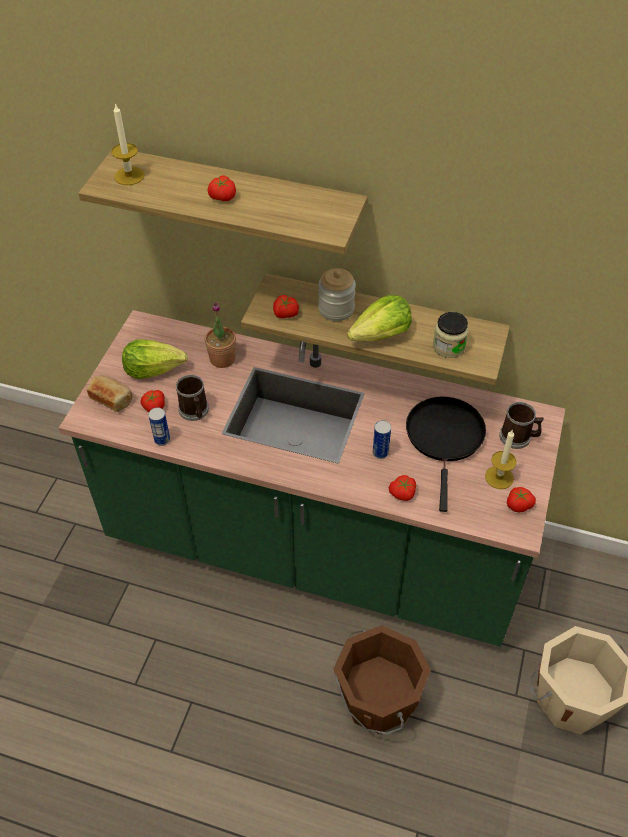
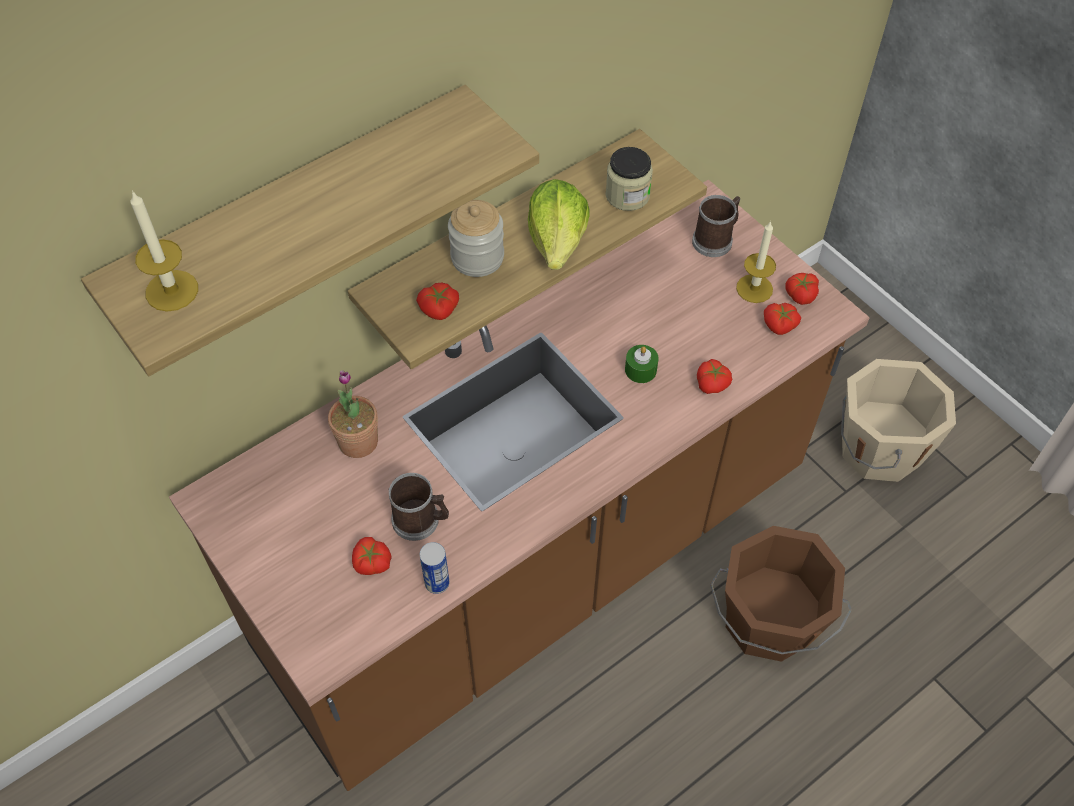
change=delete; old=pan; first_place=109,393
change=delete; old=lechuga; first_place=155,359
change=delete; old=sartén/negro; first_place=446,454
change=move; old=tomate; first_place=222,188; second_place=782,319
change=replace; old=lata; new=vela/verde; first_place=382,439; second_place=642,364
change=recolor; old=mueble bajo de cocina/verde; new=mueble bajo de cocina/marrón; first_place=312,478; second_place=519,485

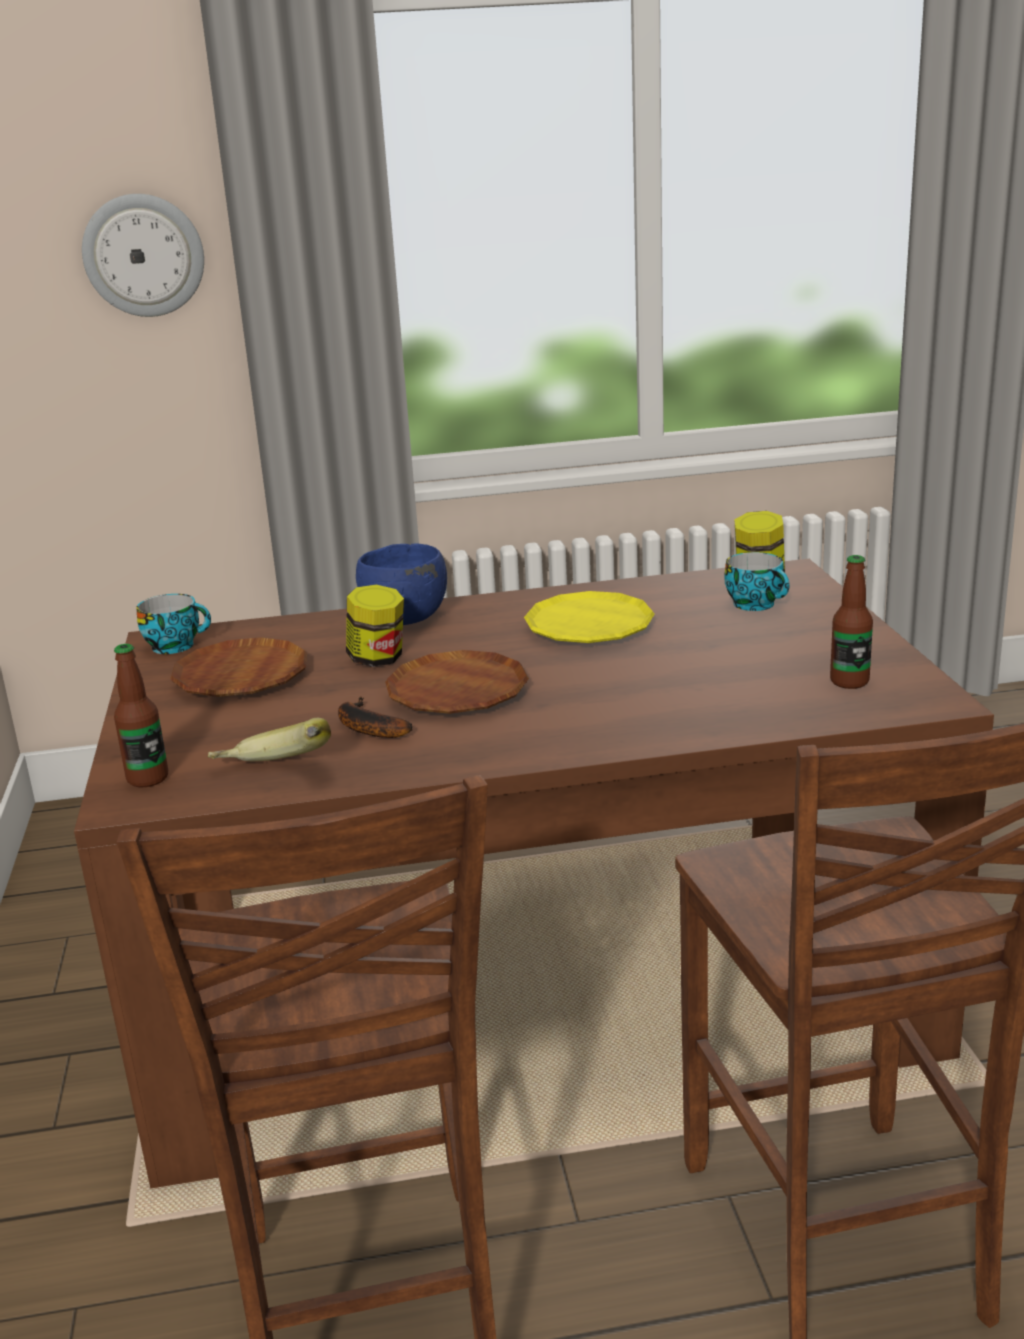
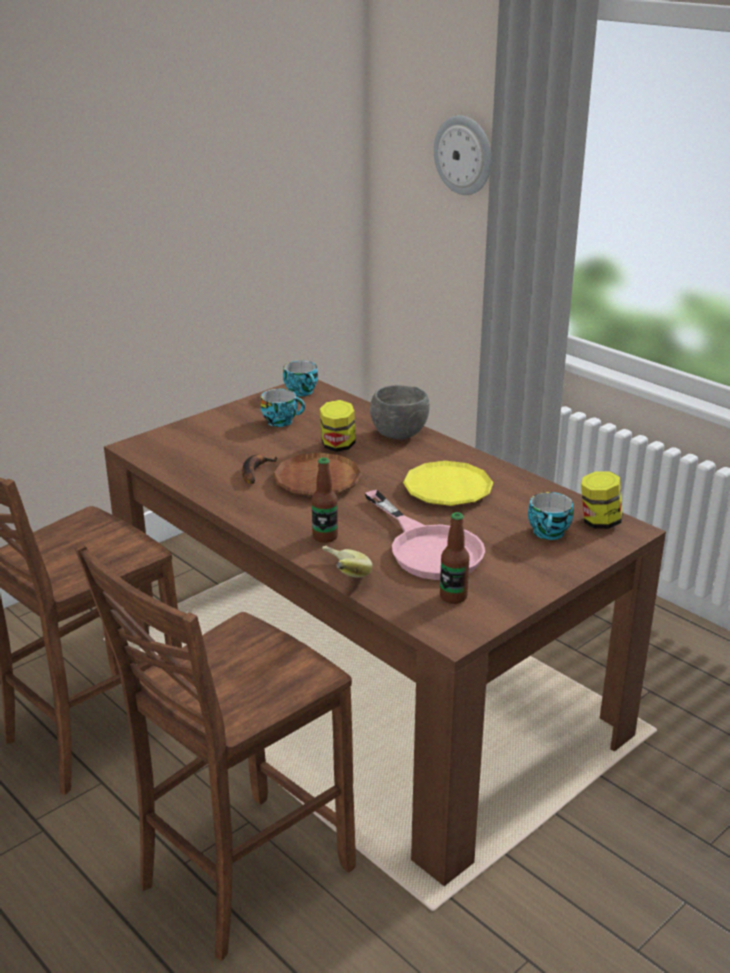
change=insert; new=sartén/rosa; second_place=425,535
change=move; old=botella; first_place=141,715; second_place=325,500
change=move; old=plátano; first_place=269,739; second_place=347,561
change=replace; old=plato/marrón; new=taza; first_place=238,667; second_place=282,408
change=recolor; old=cuenco/azul; new=cuenco/gris; first_place=401,584; second_place=399,412

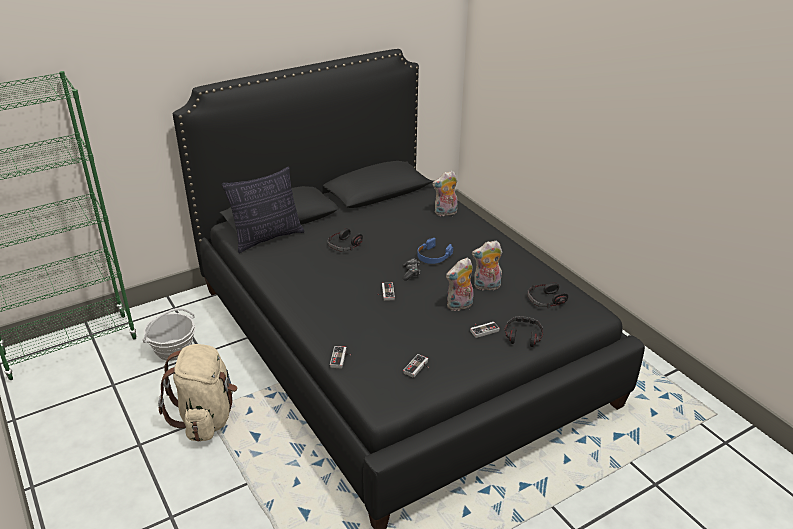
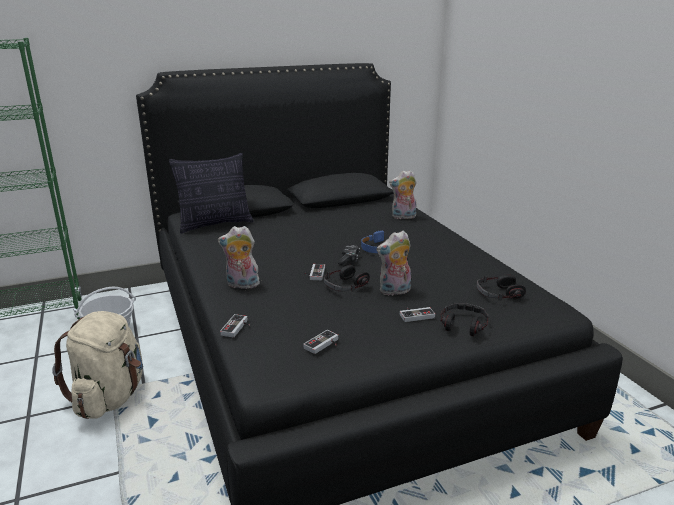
change=move; old=auriculares; first_place=345,240; second_place=346,278
change=move; old=peluche; first_place=487,266; second_place=239,257

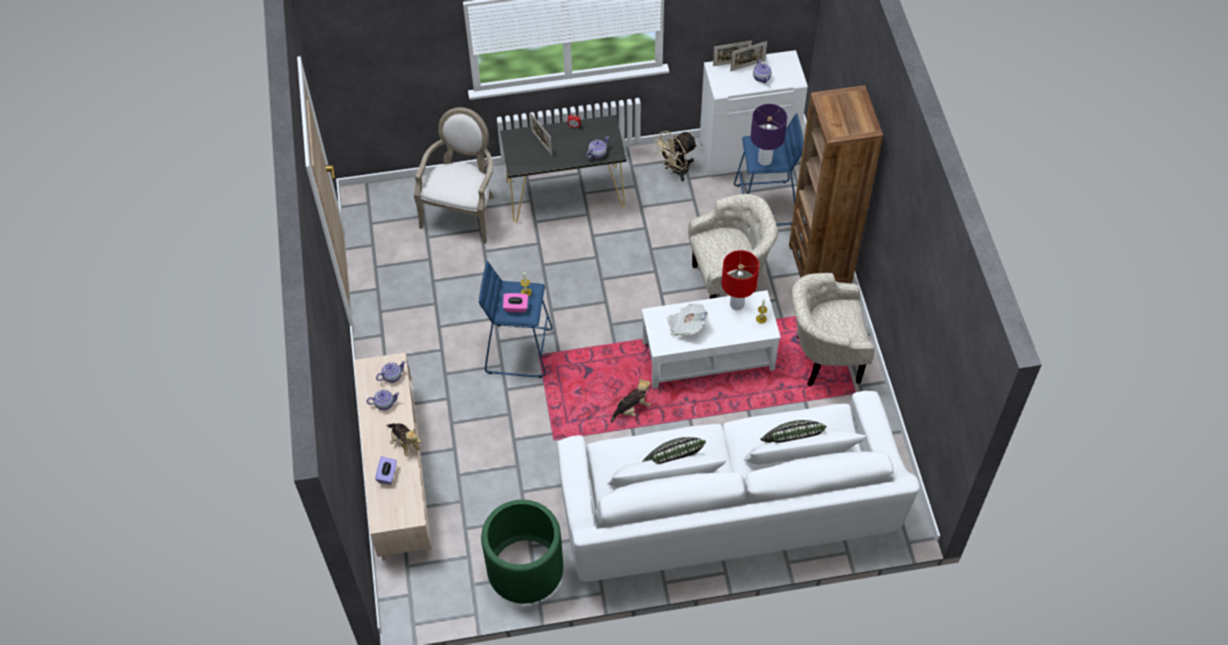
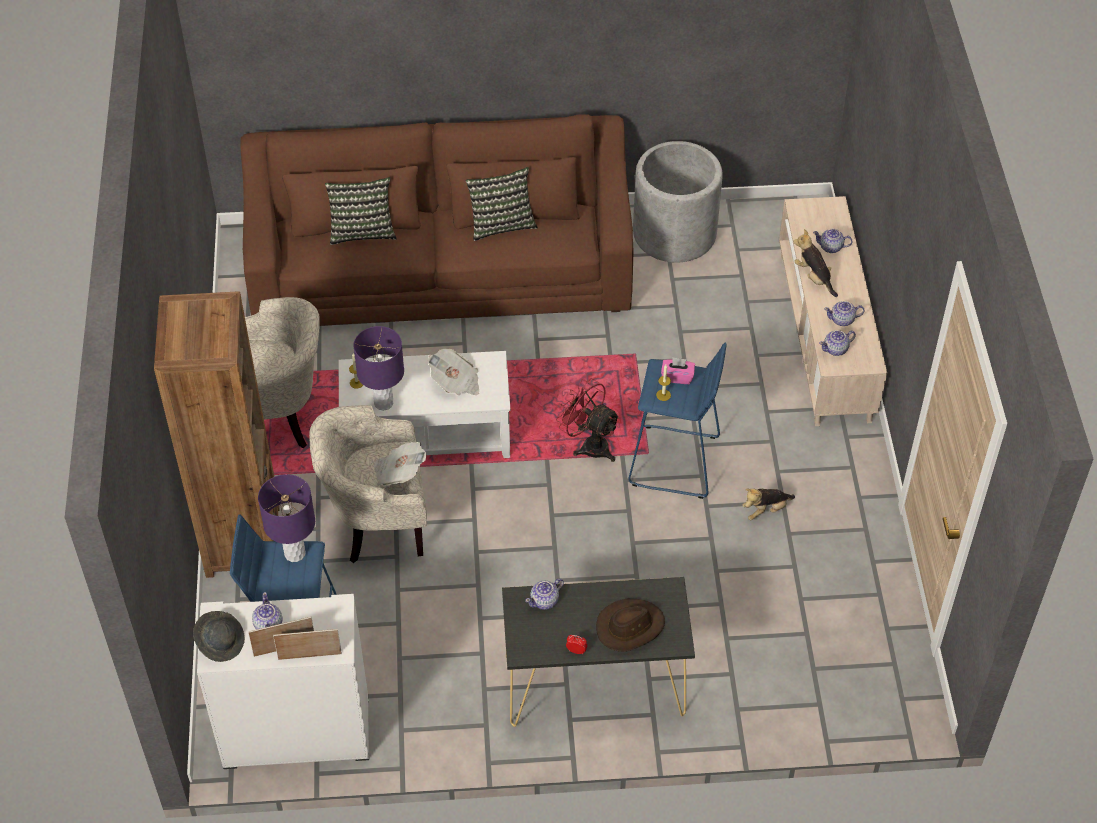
change=delete; old=sillón; first_place=454,175
change=delete; old=ventilador/beis; first_place=675,156
change=insert; new=sombrero/gris; second_place=219,636
change=insert; new=periódico; second_place=400,464
change=insert; new=ventilador/rojo; second_place=588,420
change=move; old=peluche; first_place=631,400; second_place=768,504
change=replace; old=caja de pañuelos/morado; new=tetera; first_place=386,470; second_place=833,241
change=replace; old=portarretratos; new=sombrero/marrón; first_place=541,134; second_place=630,625
change=recolor; old=maceta/verde; new=maceta/gris; first_place=522,552; second_place=678,202
change=recolor; old=sofá/blanco; new=sofá/marrón; first_place=738,486; second_place=437,220
change=recolor; old=lámpara de mesa/rojo; new=lámpara de mesa/morado; first_place=740,280; second_place=378,368

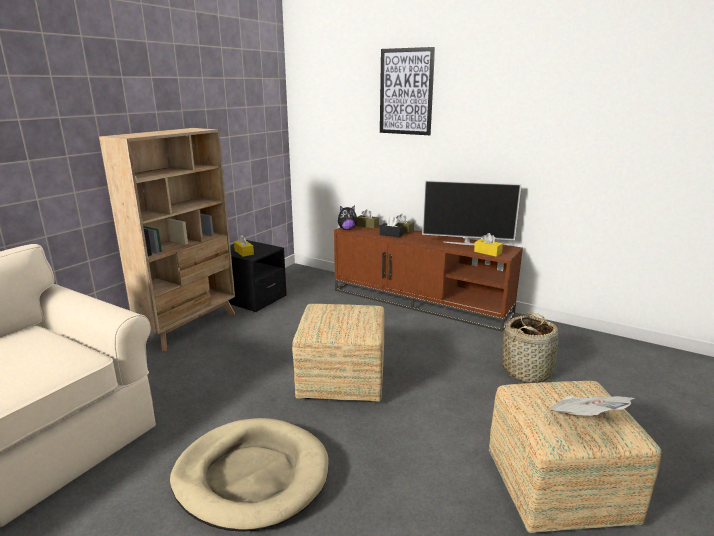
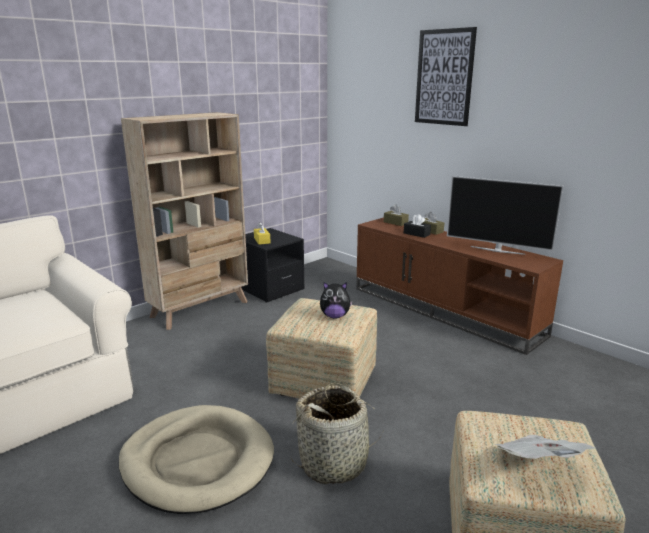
change=delete; old=caja de pañuelos/amarillo; first_place=488,245
change=move; old=peluche; first_place=347,217; second_place=336,300
change=move; old=cesta; first_place=530,347; second_place=337,433

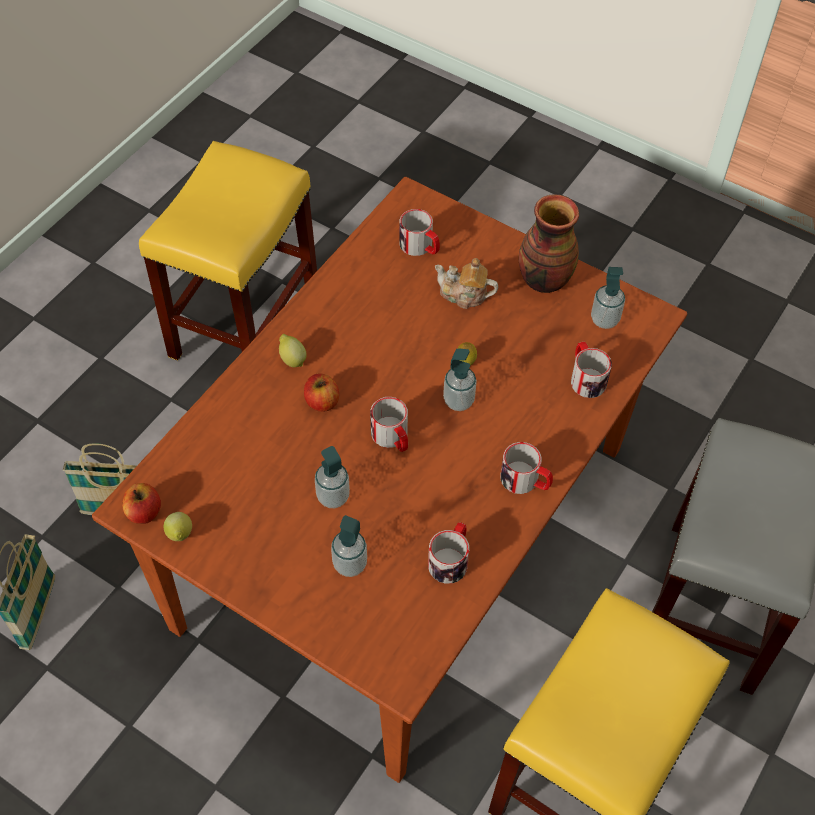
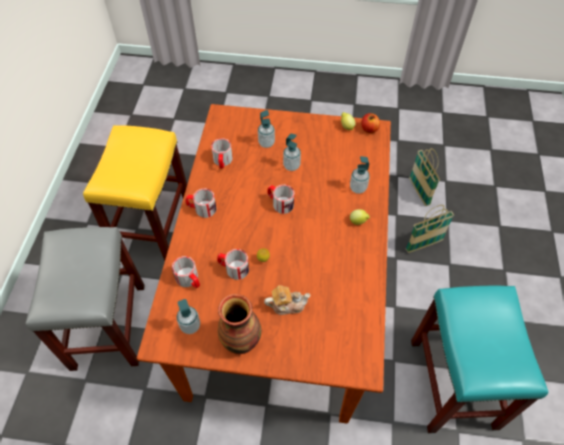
change=delete; old=manzana; first_place=321,393
change=move; old=taza grande; first_place=419,232; second_place=233,264
change=move; old=dispensador de jabón; first_place=460,380; second_place=360,175
change=recolor; old=taburete/amarillo; new=taburete/turquesa; first_place=228,251; second_place=480,359

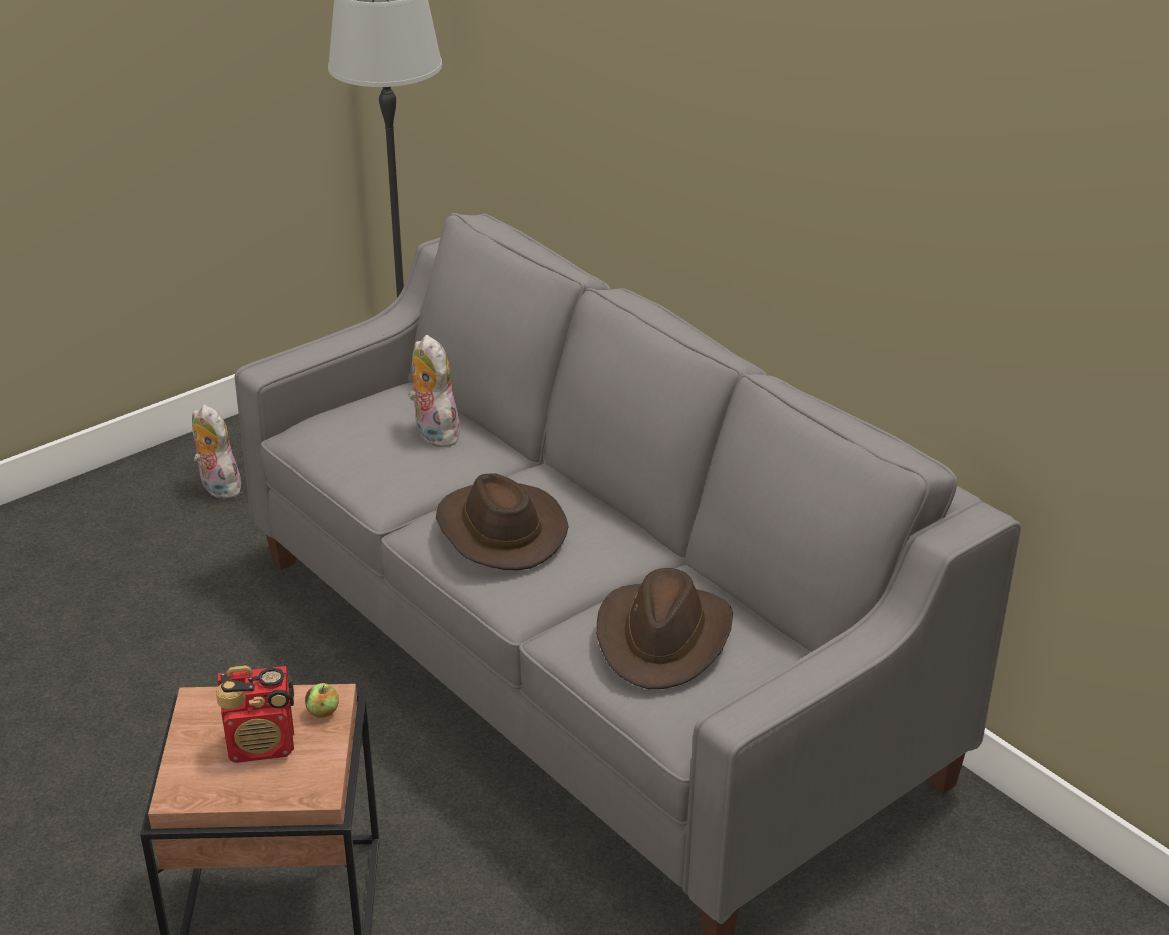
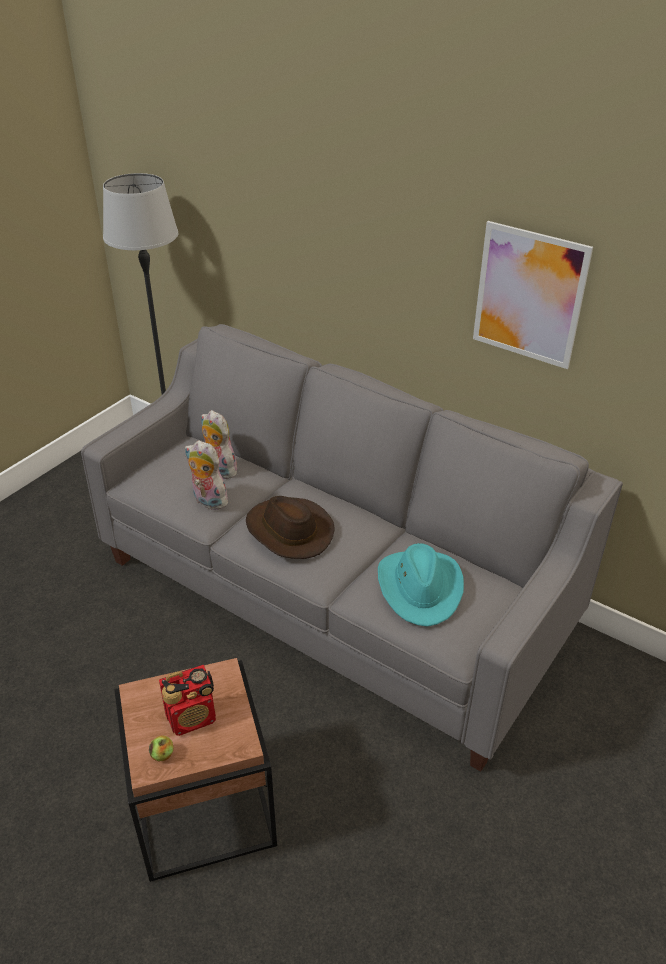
change=insert; new=cuadro; second_place=533,295
change=move; old=peluche; first_place=218,452; second_place=206,475
change=move; old=manzana; first_place=322,700; second_place=161,748
change=recolor; old=sombrero/marrón; new=sombrero/turquesa; first_place=664,628; second_place=421,585

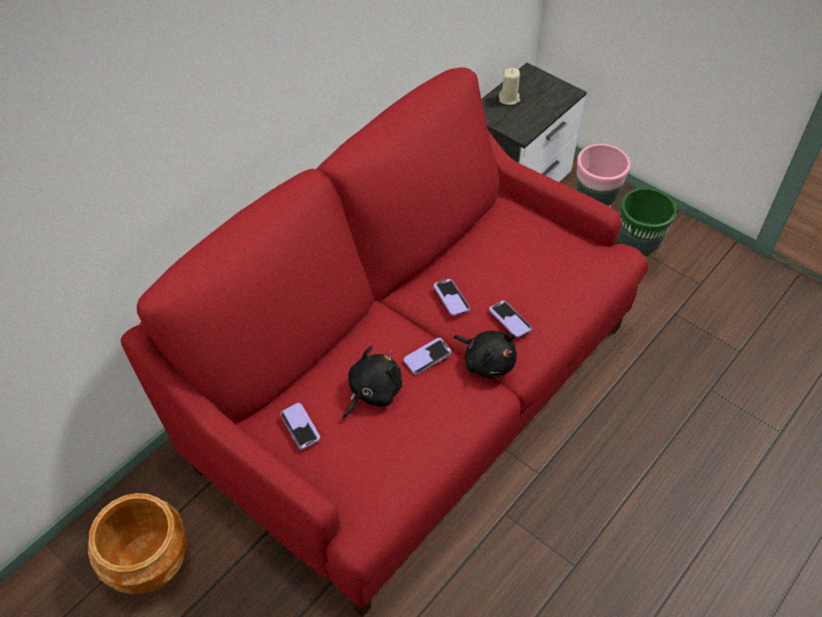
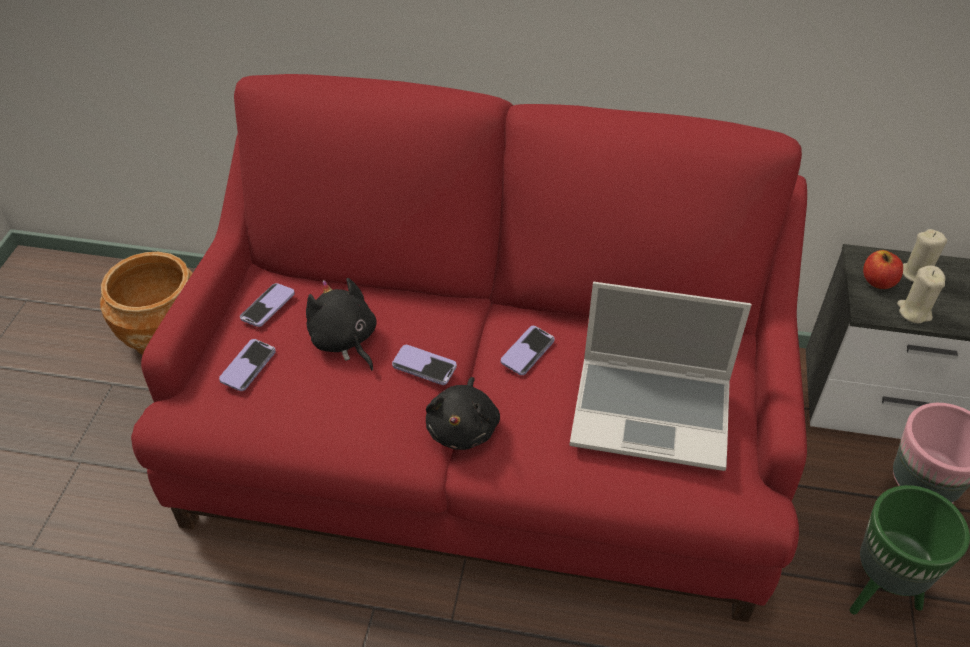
change=insert; new=portátil; second_place=660,376
change=insert; new=manzana; second_place=883,269
change=insert; new=vela/beis; second_place=921,294
change=move; old=móvil; first_place=510,319; second_place=247,365
change=rotate; old=peluche/negro; first_place=372,382; second_place=341,324; degrees=-135

